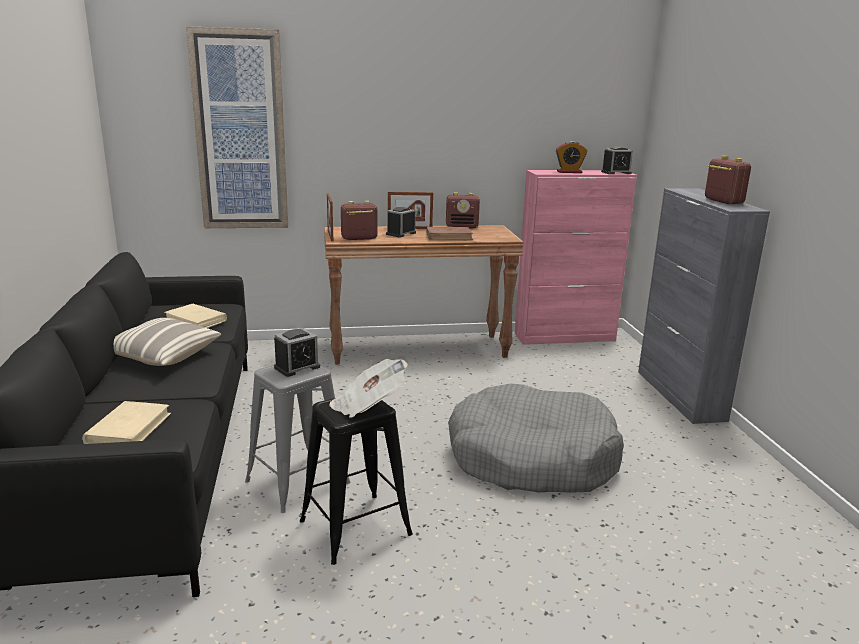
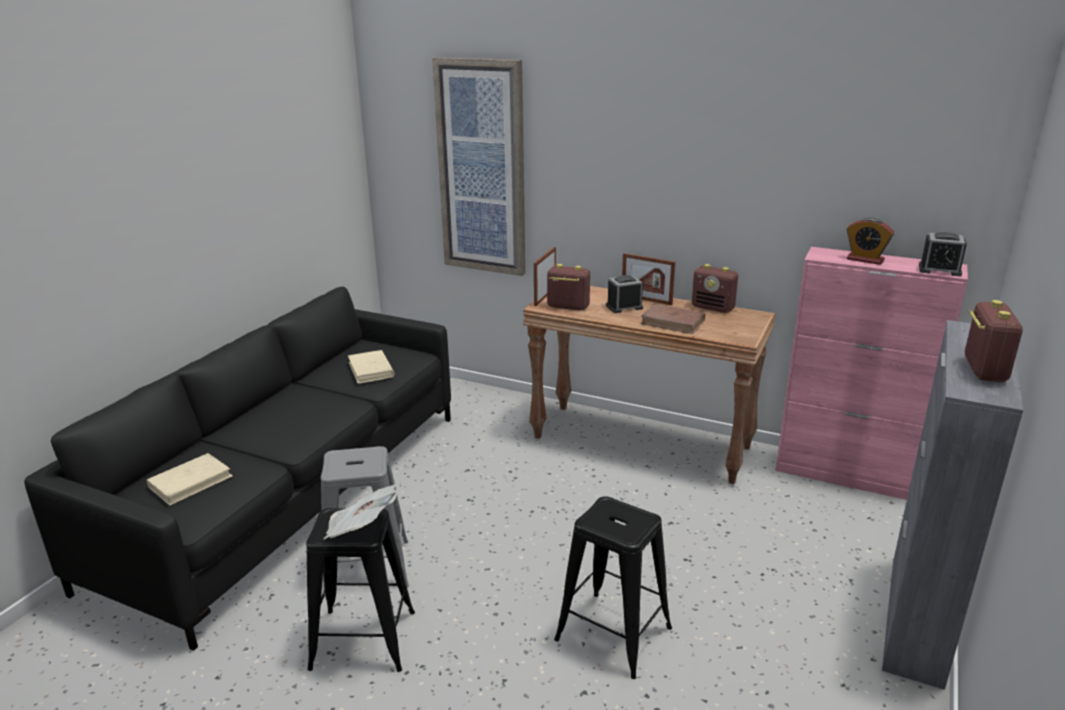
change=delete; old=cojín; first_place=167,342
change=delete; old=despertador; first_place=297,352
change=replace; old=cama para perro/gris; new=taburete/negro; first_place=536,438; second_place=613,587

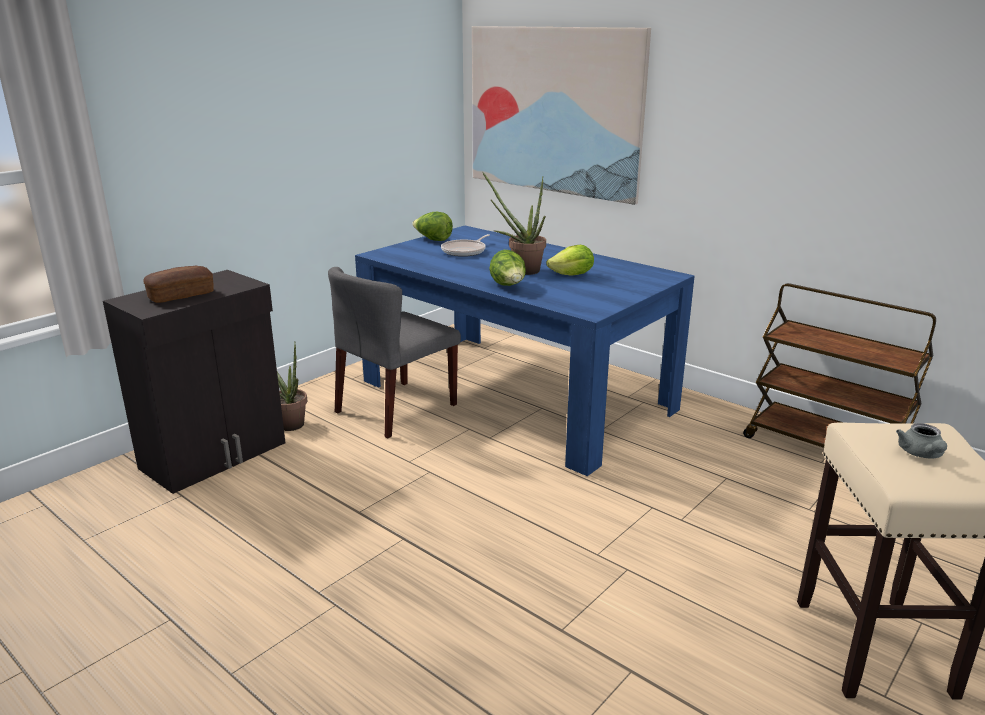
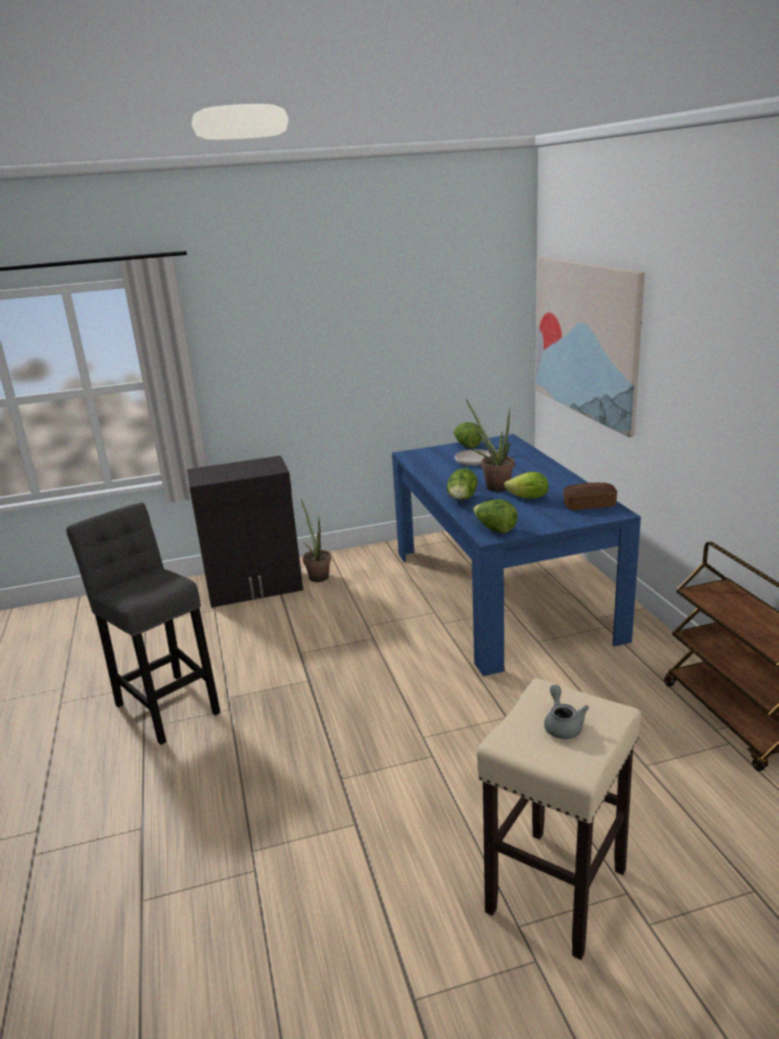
change=delete; old=silla/gris; first_place=394,352
change=insert; new=taburete/gris; second_place=143,623
change=insert; new=lechuga; second_place=495,516
change=move; old=pan; first_place=179,284; second_place=590,496
change=rotate; old=tetera/gris; first_place=921,440; second_place=566,712; degrees=135

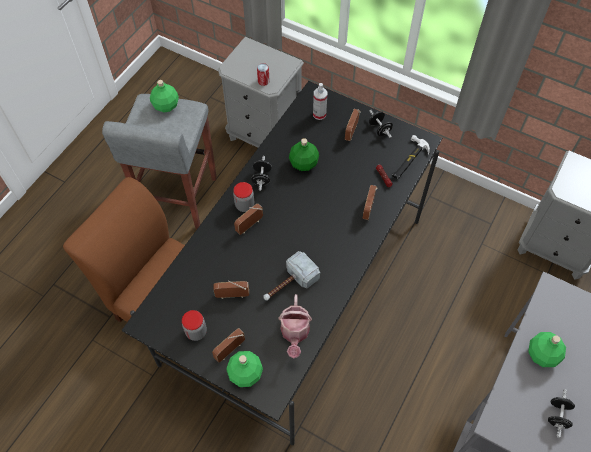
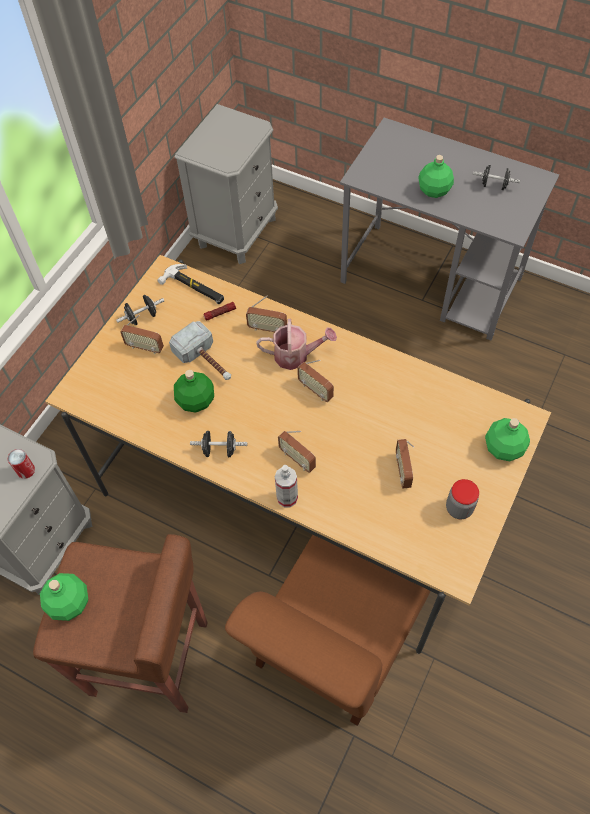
change=delete; old=tarro; first_place=243,197
change=move; old=radio; first_place=228,345; second_place=315,381
change=move; old=martillo; first_place=291,276; second_place=200,350
change=move; old=regadera; first_place=295,326; second_place=296,344
change=move; old=pulverizador; first_place=320,101; second_place=286,486
change=recolor; old=taburete/gris; new=taburete/marrón; first_place=159,161; second_place=120,623
change=recolor; old=mesa de comedor/negro; new=mesa de comedor/beis; first_place=282,263; second_place=298,454

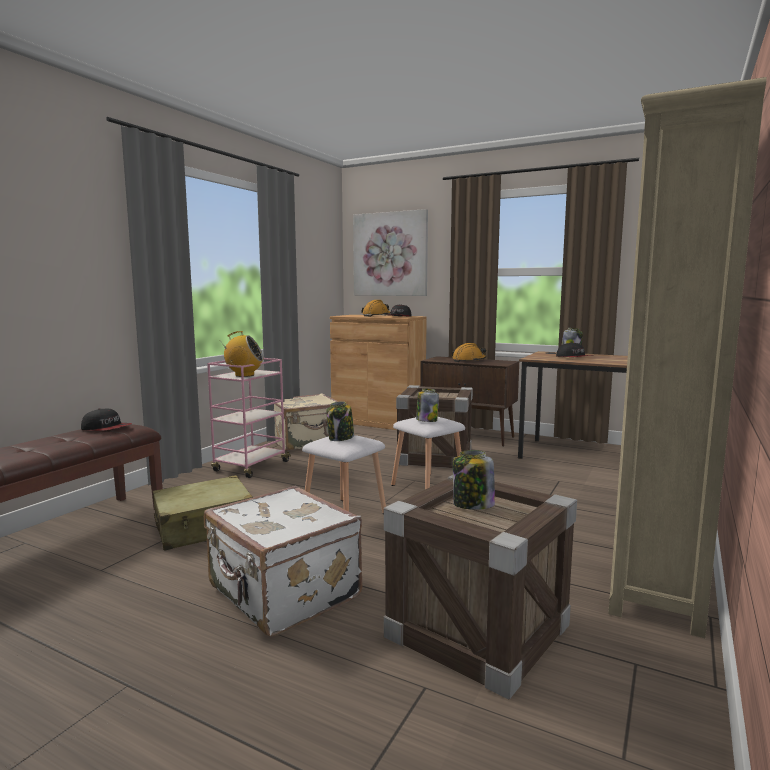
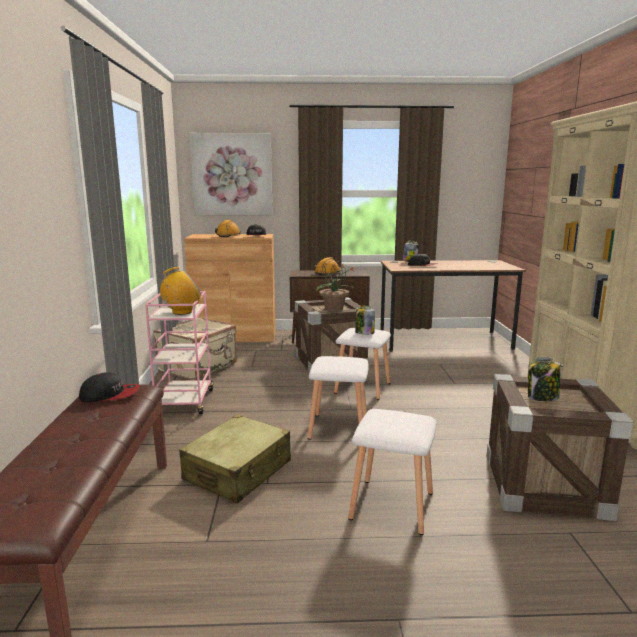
change=delete; old=tarro; first_place=340,421
change=insert; new=planta en maceta; second_place=335,287
change=replace; old=maleta/blanco; new=taburete/blanco; first_place=283,561; second_place=392,472

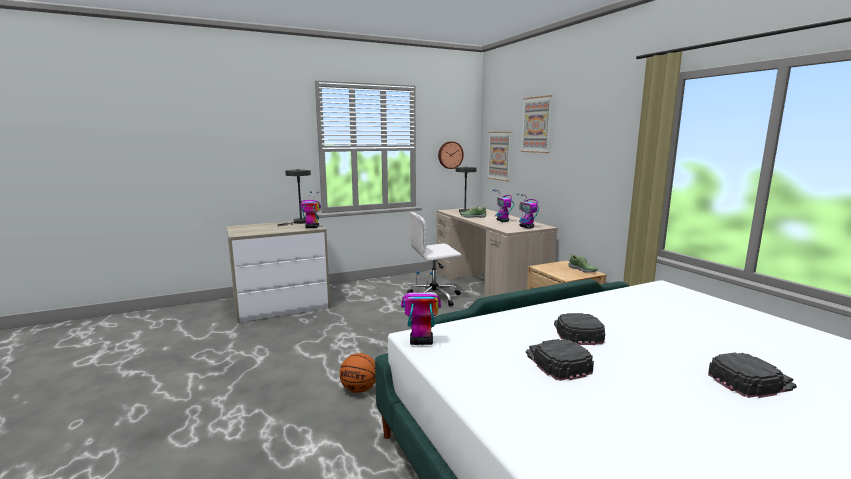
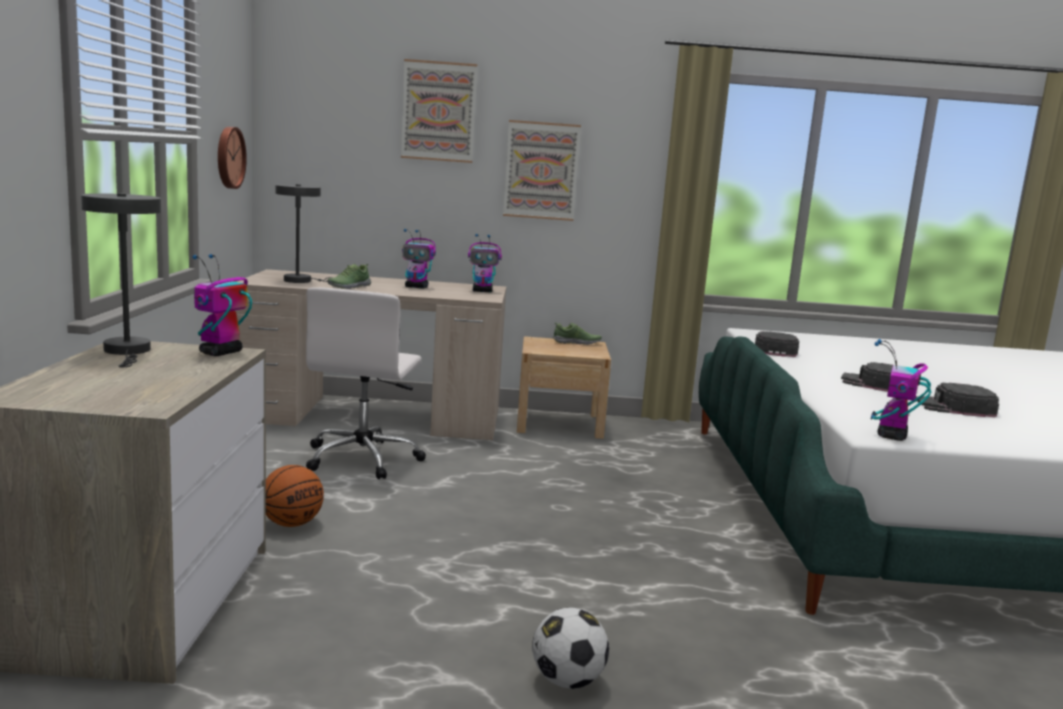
change=insert; new=balón de fútbol; second_place=570,648
change=move; old=balón de baloncesto; first_place=358,373; second_place=295,496
change=move; old=cuadro; first_place=499,156; second_place=542,170
change=move; old=gorra/negro; first_place=752,375; second_place=777,344

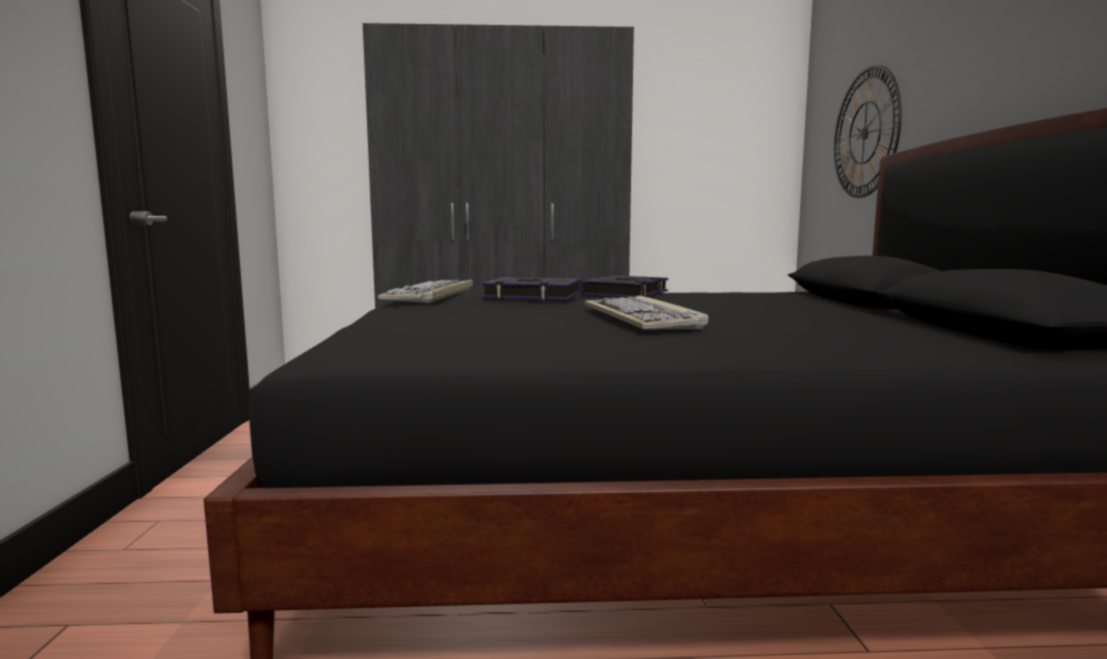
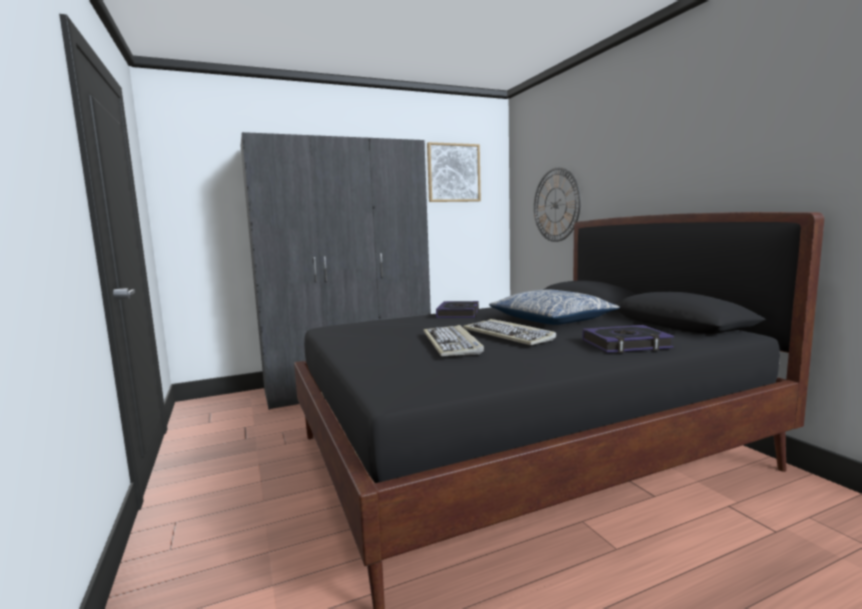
change=insert; new=cuadro; second_place=454,172
change=insert; new=cojín; second_place=554,307
change=move; old=teclado; first_place=425,291; second_place=454,340
change=move; old=libro; first_place=531,289; second_place=628,339

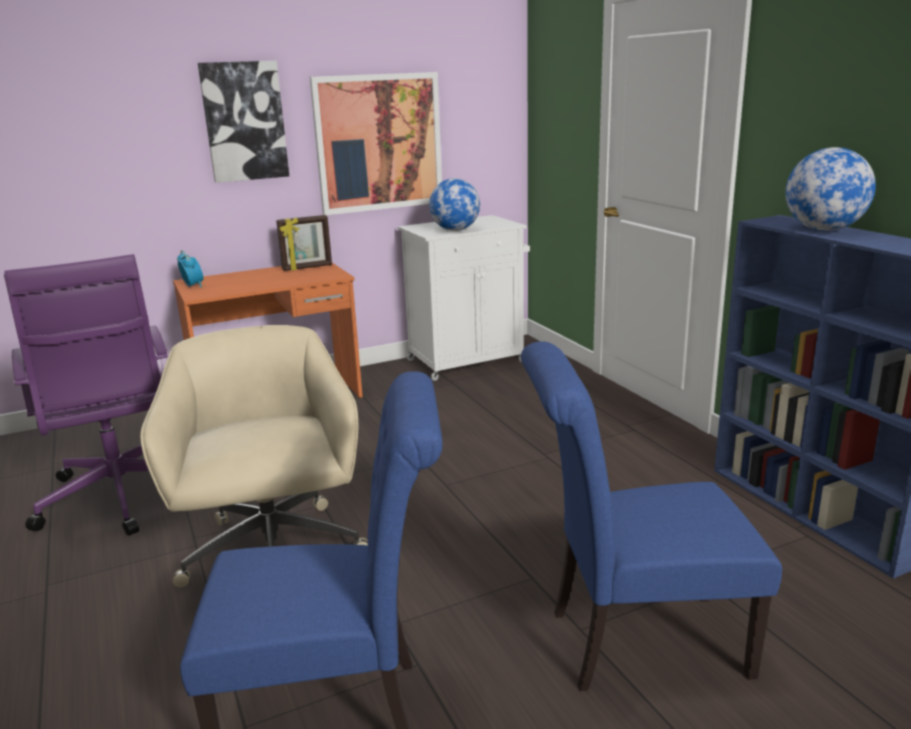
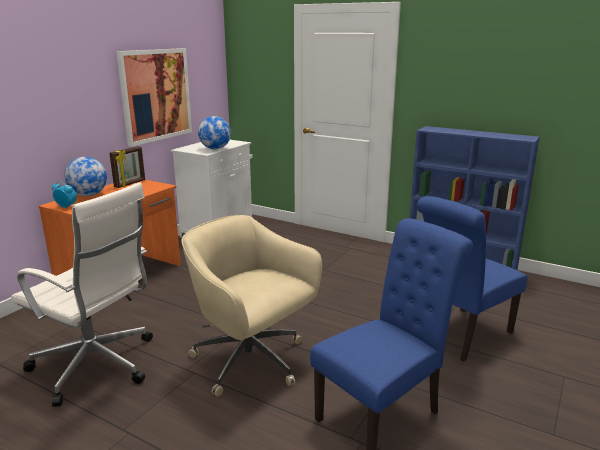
change=delete; old=cuadro; first_place=243,122
change=move; old=globo terráqueo; first_place=830,189; second_place=86,176
change=recolor; old=silla de oficina/morado; new=silla de oficina/blanco; first_place=86,395; second_place=82,294

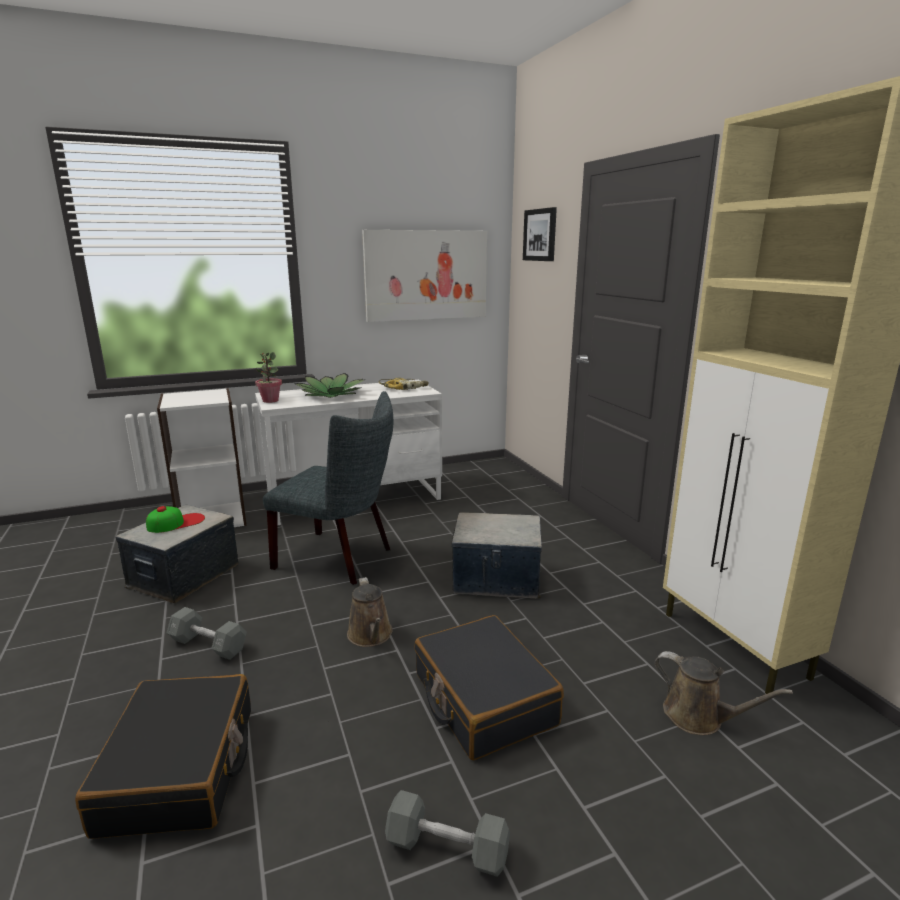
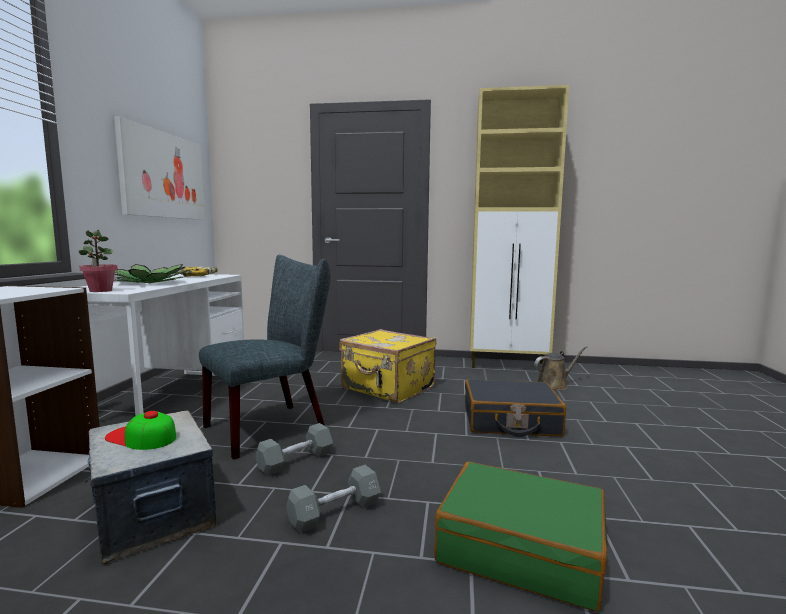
change=delete; old=regadera/marrón; first_place=370,612
change=delete; old=cuadro; first_place=540,234
change=move; old=mancuerna/gris; first_place=447,833; second_place=294,449
change=replace; old=caja de almacenaje; new=maleta/amarillo; first_place=496,555; second_place=387,366
change=recolor; old=maleta/negro; new=maleta/verde; first_place=163,756; second_place=520,536
change=rotate; old=gorra; first_place=175,519; second_place=140,430; degrees=-60

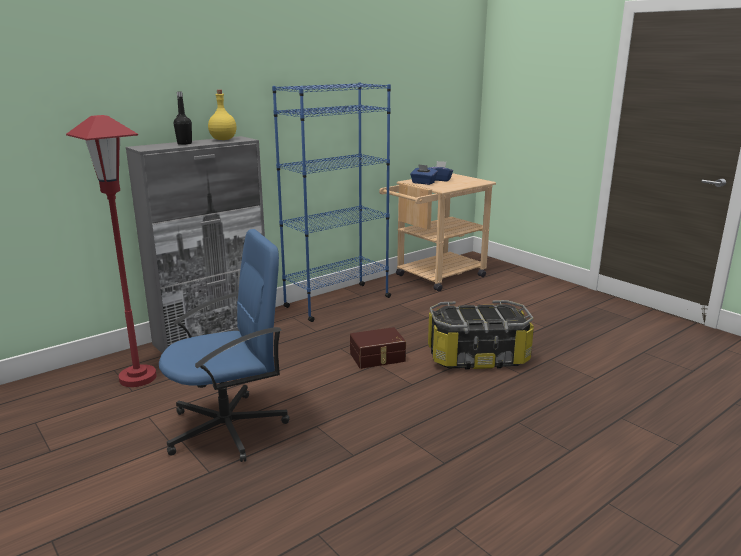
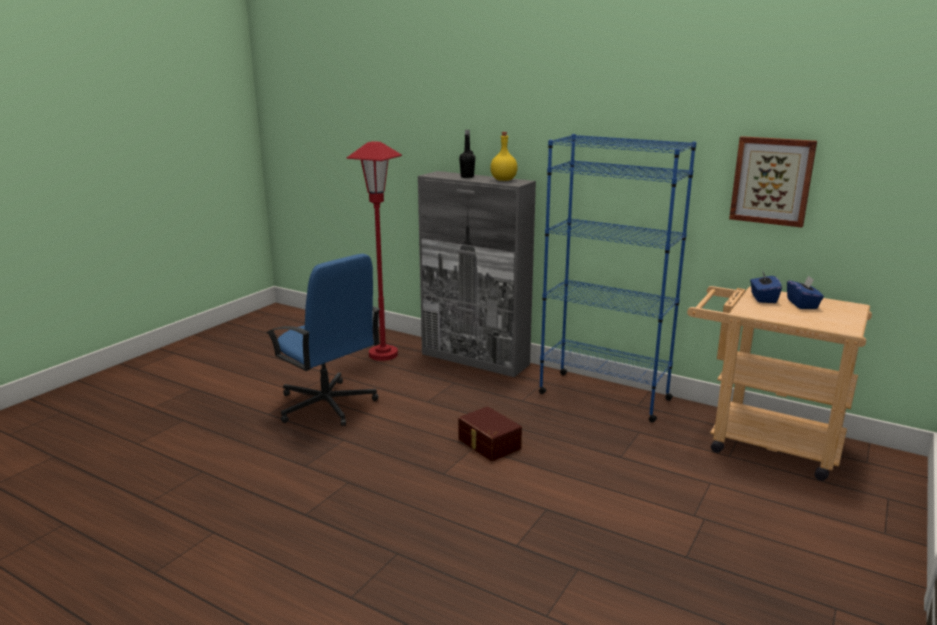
change=delete; old=caja de almacenaje; first_place=481,335
change=insert; new=cuadro; second_place=773,181

